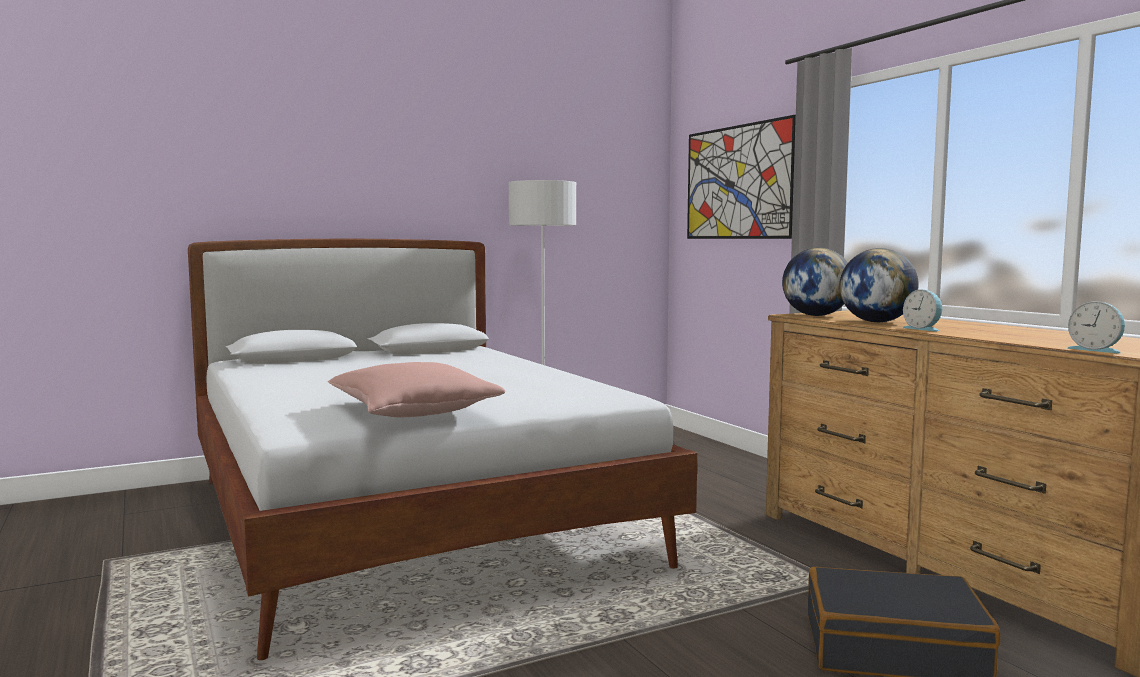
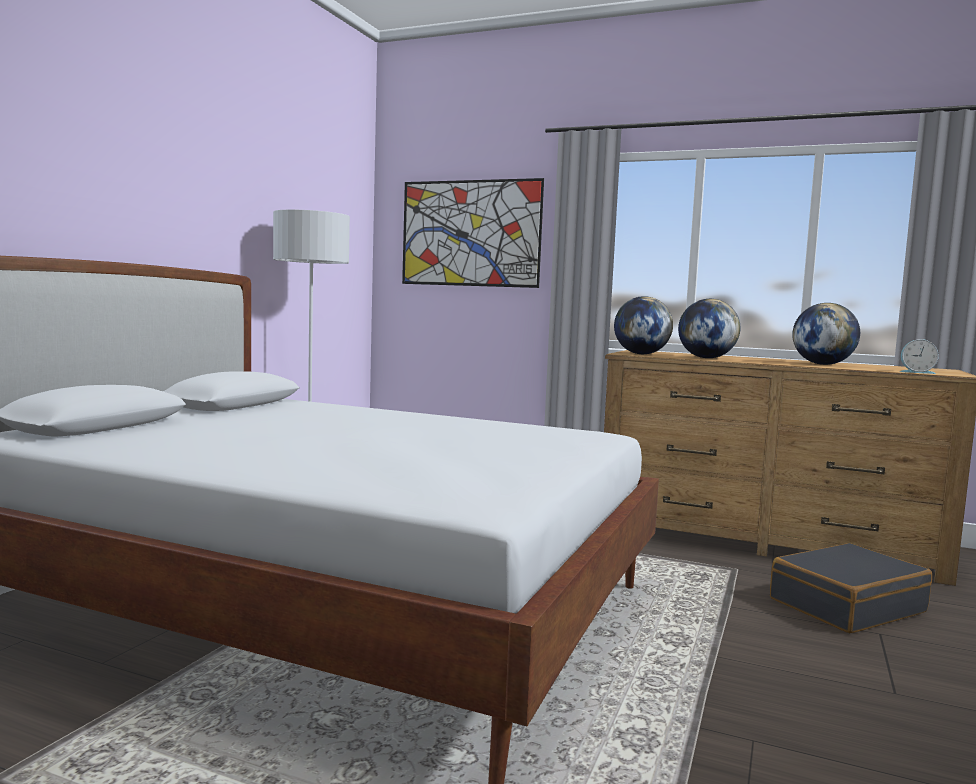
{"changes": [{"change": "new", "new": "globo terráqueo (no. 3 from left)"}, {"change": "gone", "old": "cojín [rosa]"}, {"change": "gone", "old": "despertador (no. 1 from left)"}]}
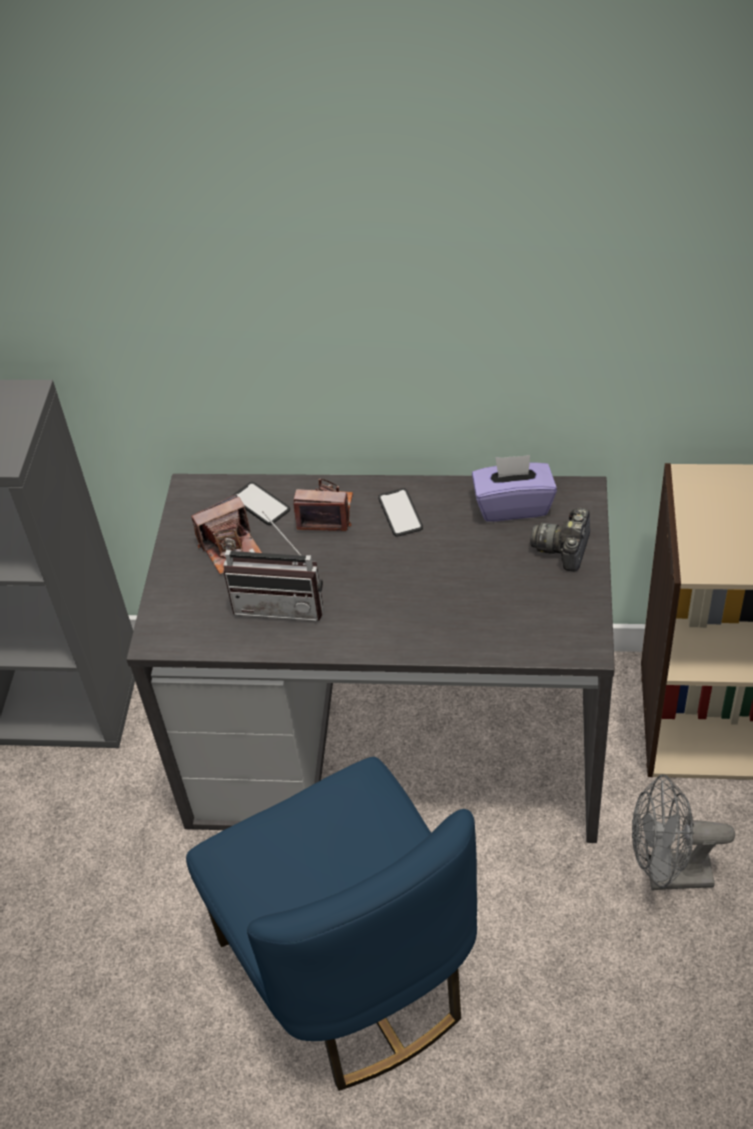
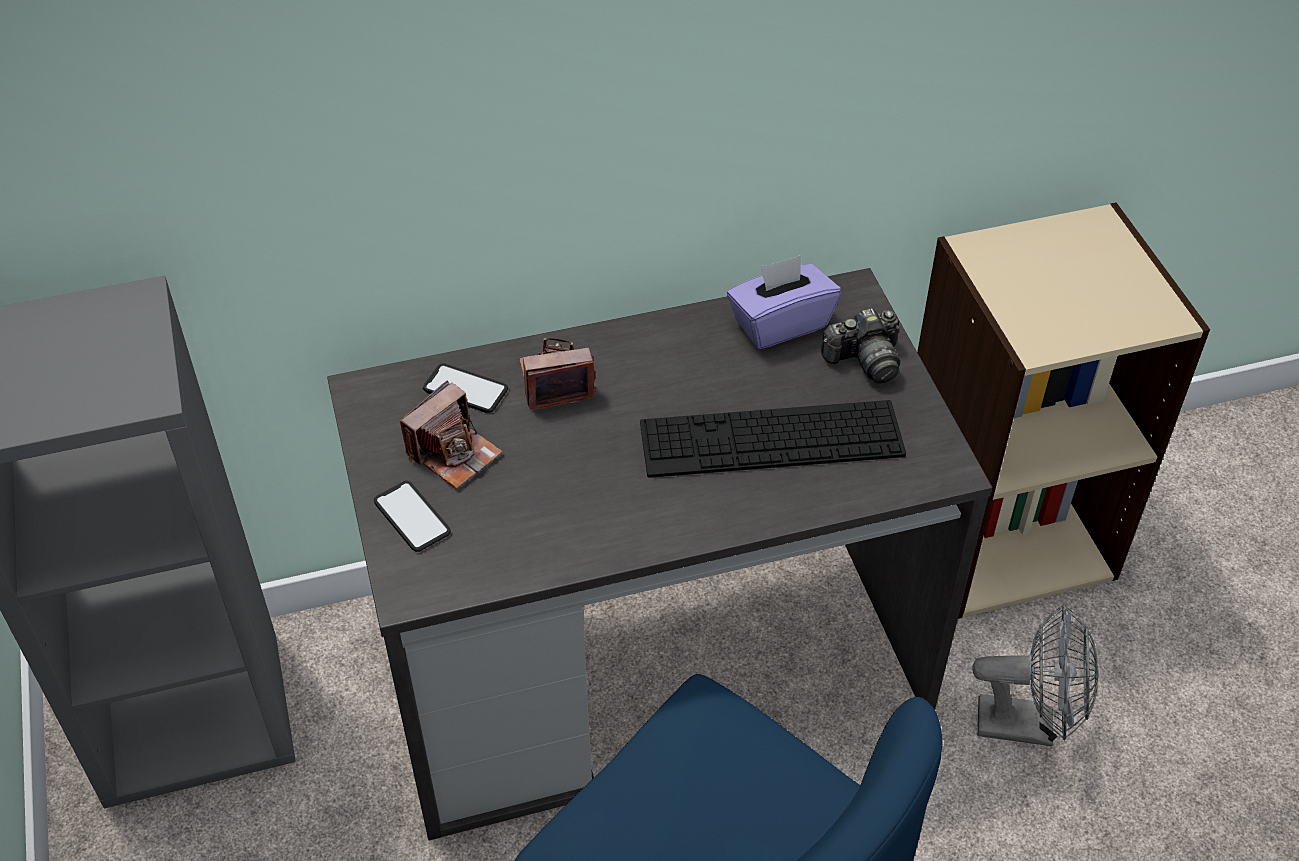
{"changes": [{"change": "shifted", "old": "móvil (no. 2 from left in the first image)", "new": "móvil (no. 1 from left)"}, {"change": "new", "new": "teclado"}, {"change": "rotated", "old": "cámara (no. 3 from left)", "degrees": -105}, {"change": "rotated", "old": "ventilador [gris]", "degrees": -150}, {"change": "gone", "old": "radio"}]}
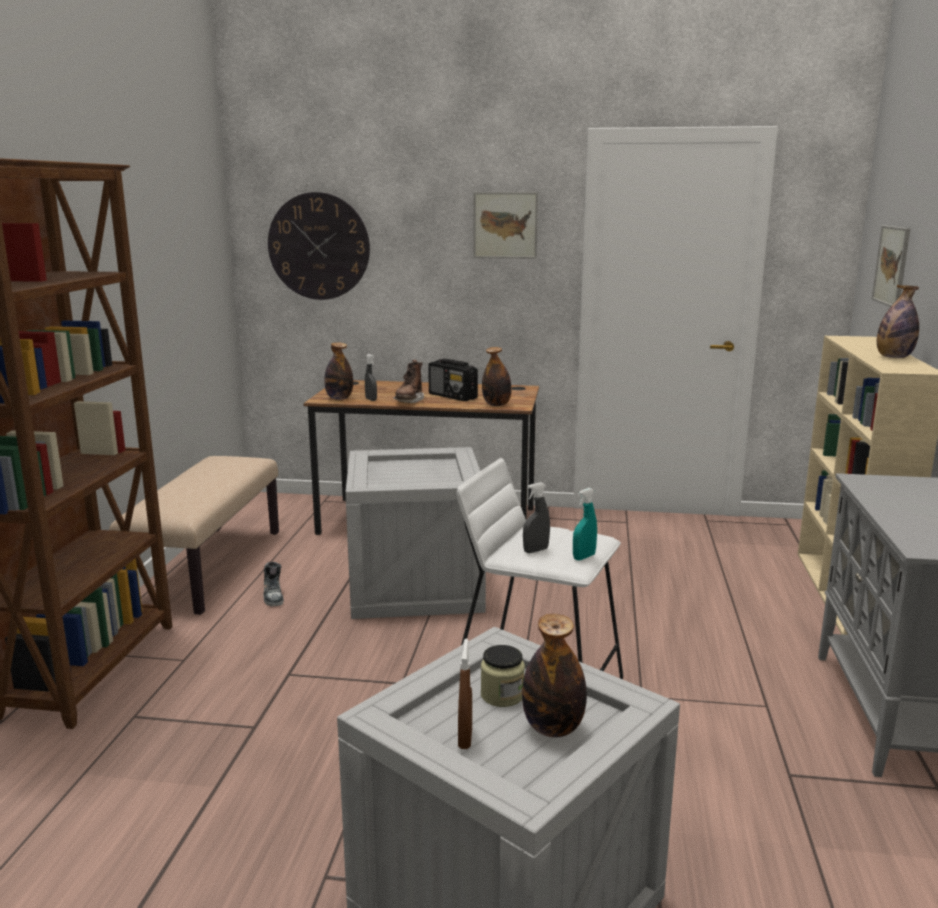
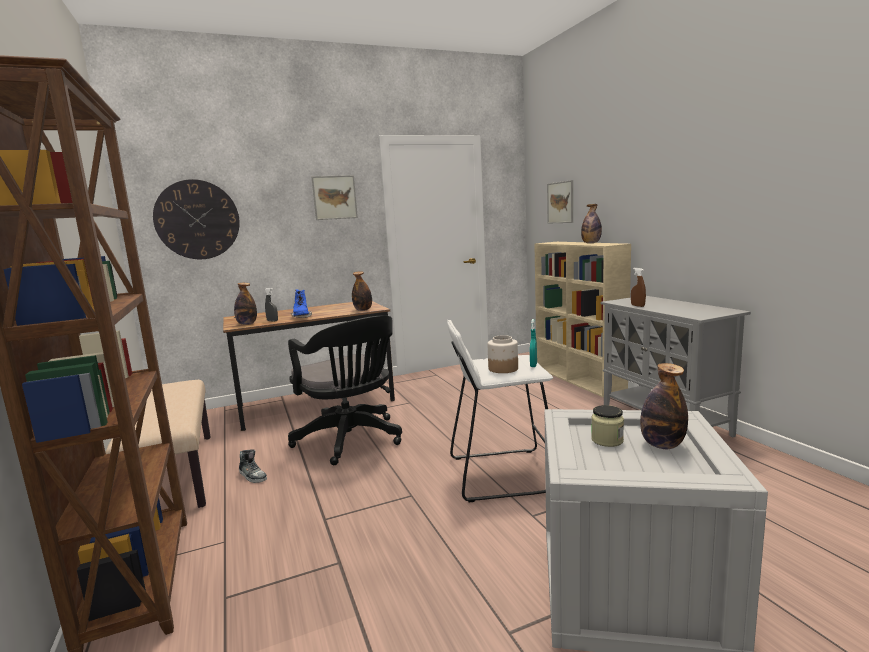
{"changes": [{"change": "swapped", "old": "caja de embalaje (no. 1 from left)", "new": "silla de oficina [negro]"}, {"change": "repainted", "old": "bota [marrón]", "new": "bota [azul]"}, {"change": "swapped", "old": "pulverizador [gris] (no. 2 from left)", "new": "tarro (no. 1 from left)"}, {"change": "shifted", "old": "pulverizador [marrón]"}, {"change": "gone", "old": "radio"}]}
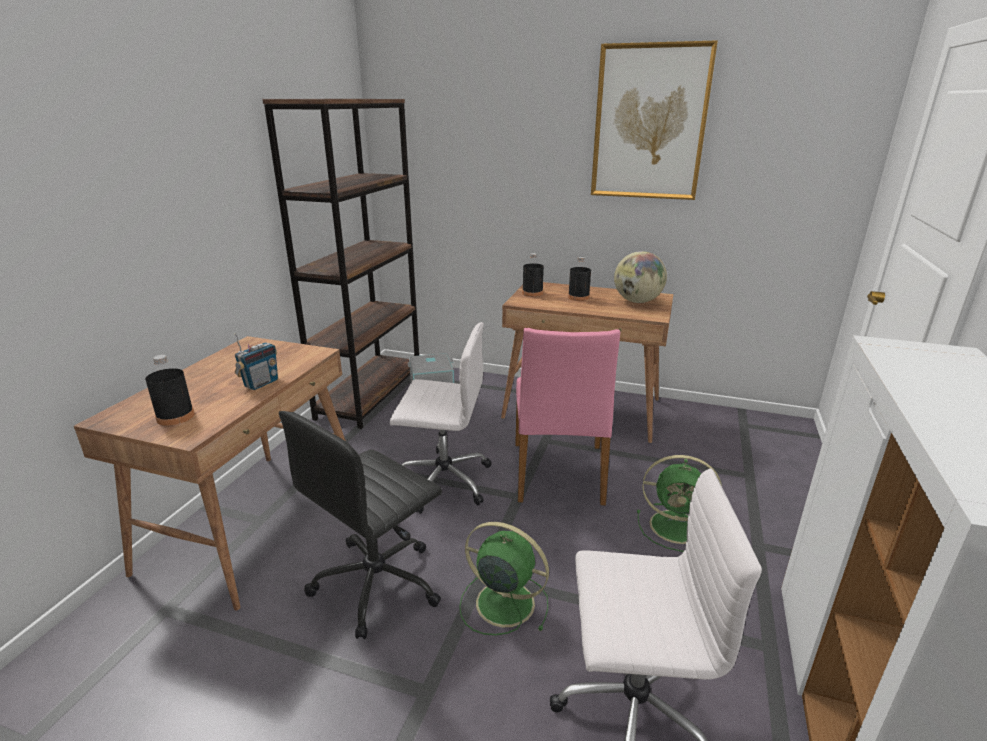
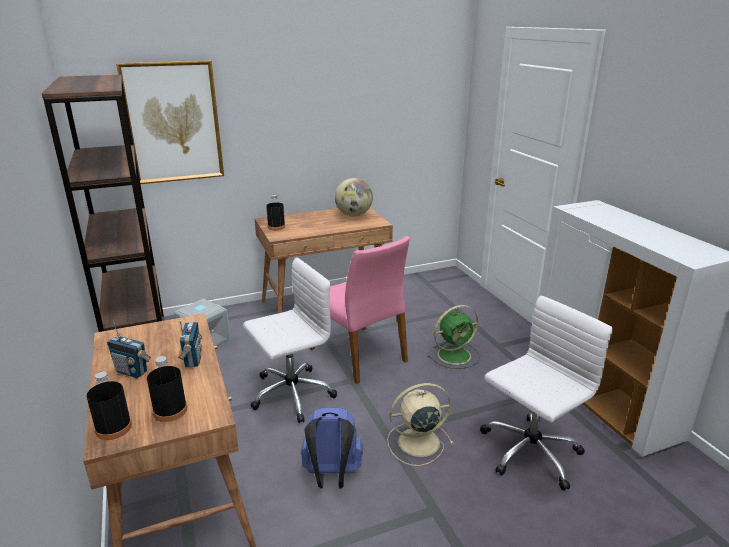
{"changes": [{"change": "shifted", "old": "botella [negro] (no. 3 from left in the first image)", "new": "botella [negro] (no. 1 from left)"}, {"change": "new", "new": "radio (no. 1 from left)"}, {"change": "shifted", "old": "cuadro"}, {"change": "swapped", "old": "silla de oficina [negro]", "new": "mochila [azul]"}, {"change": "repainted", "old": "ventilador [verde] (no. 1 from left)", "new": "ventilador [beis]"}]}
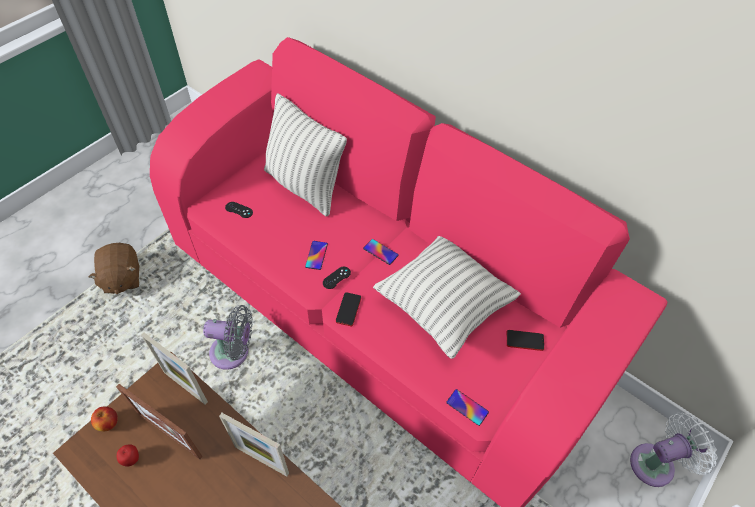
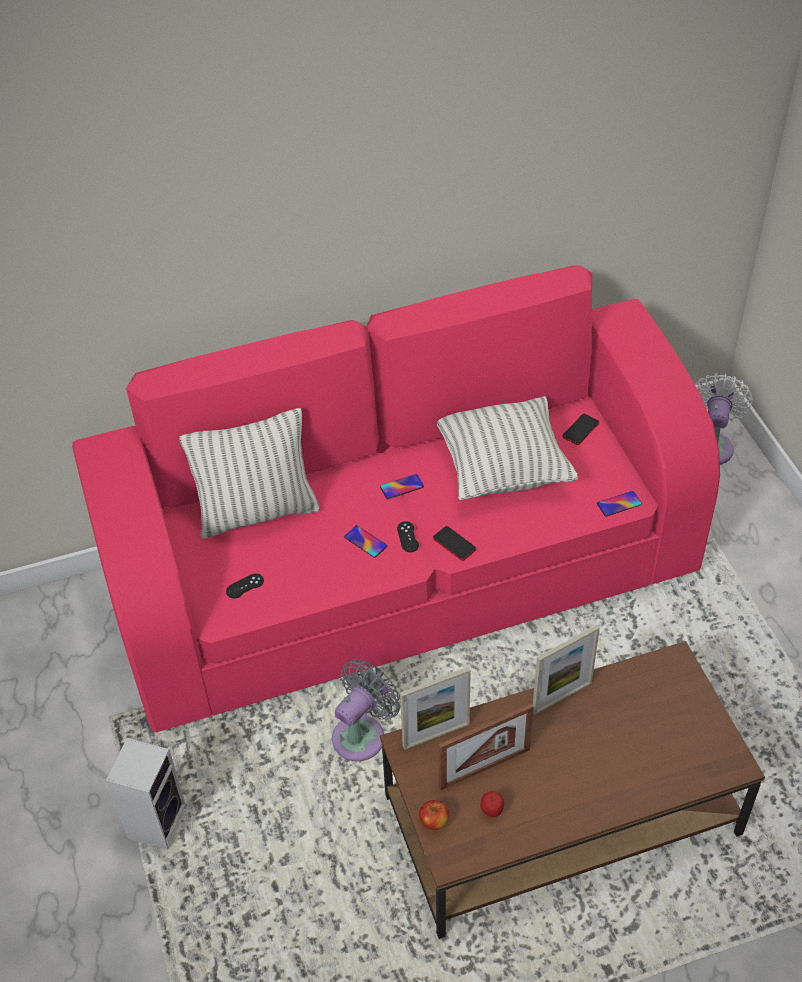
{"changes": [{"change": "swapped", "old": "peluche [marrón]", "new": "altavoz"}]}
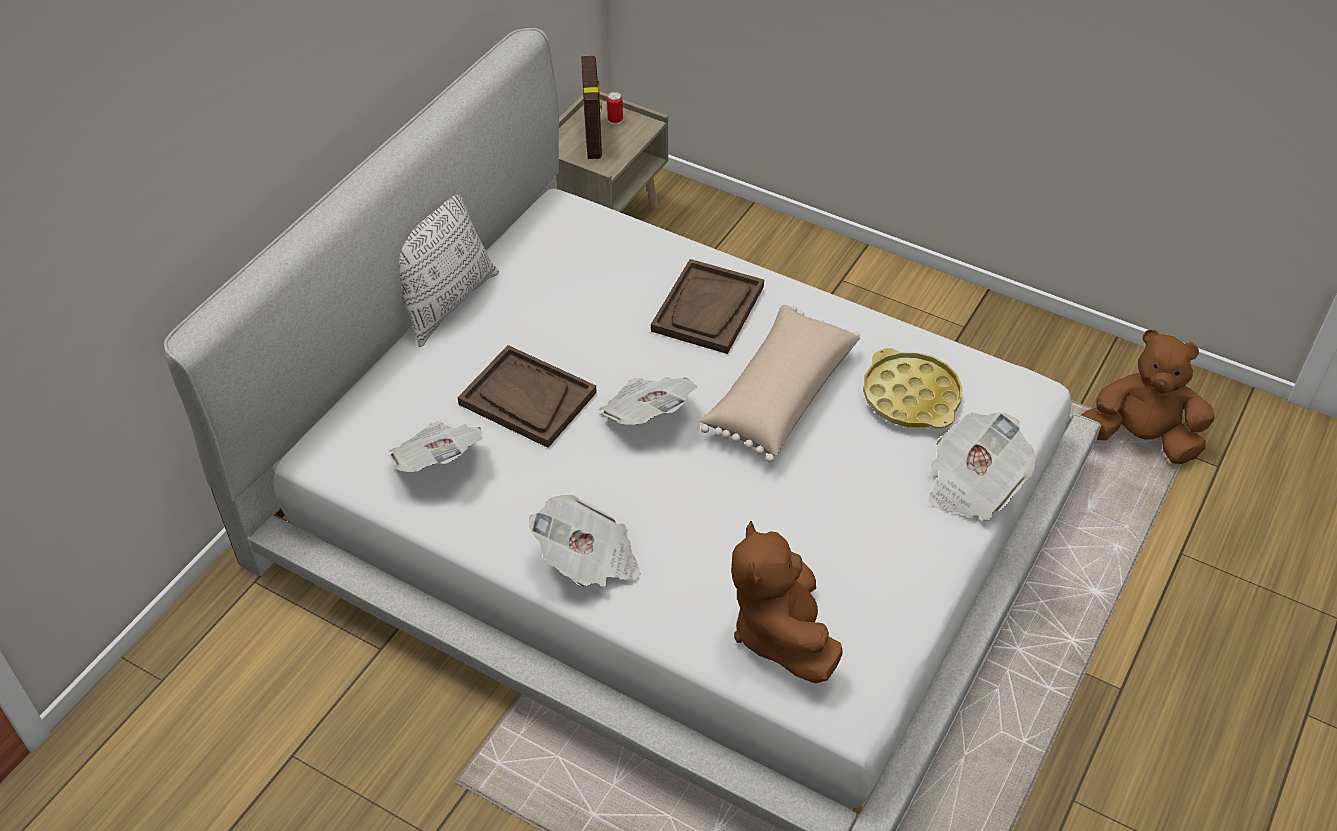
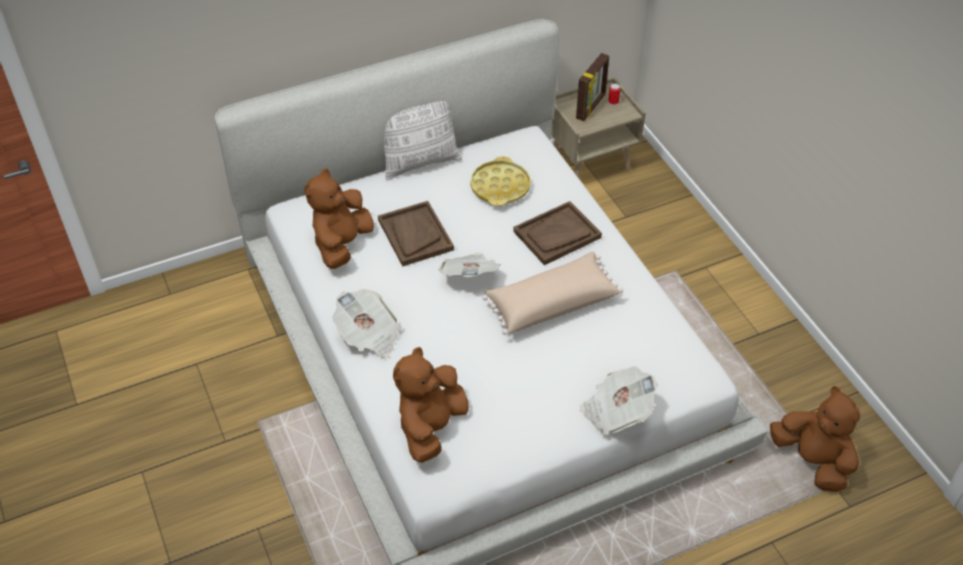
{"changes": [{"change": "swapped", "old": "periódico (no. 1 from left)", "new": "peluche [marrón] (no. 1 from left)"}, {"change": "shifted", "old": "bandeja [amarillo]"}]}
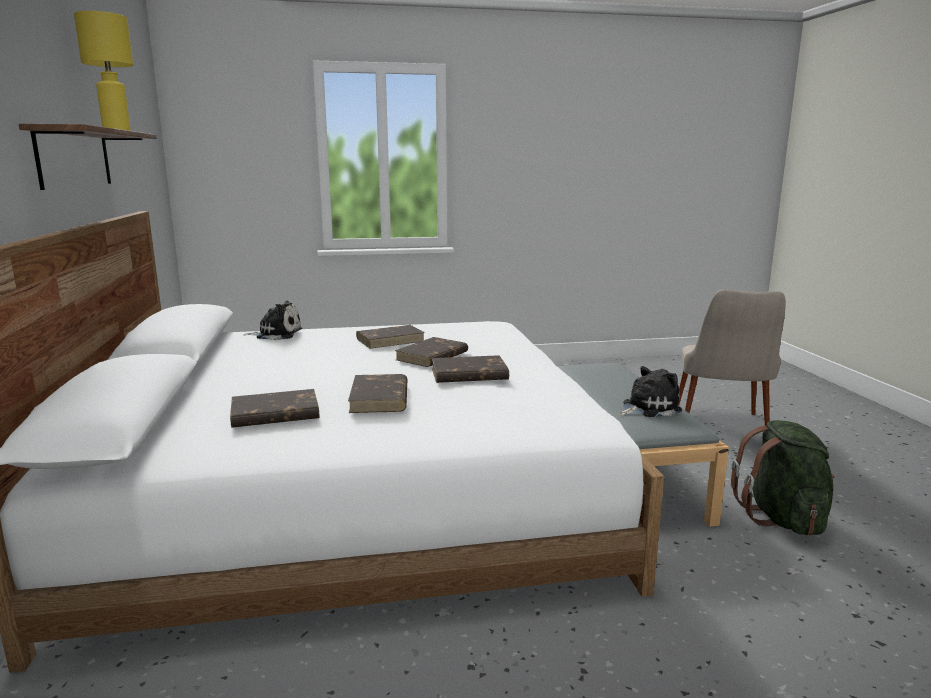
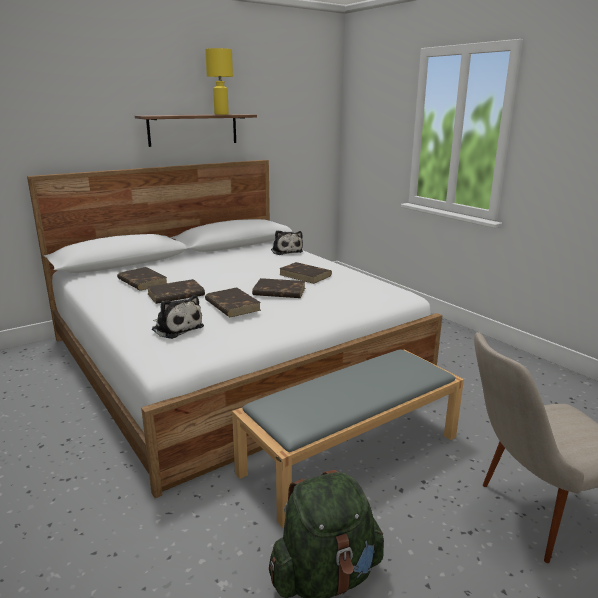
{"changes": [{"change": "shifted", "old": "peluche (no. 2 from left in the first image)", "new": "peluche (no. 1 from left)"}]}
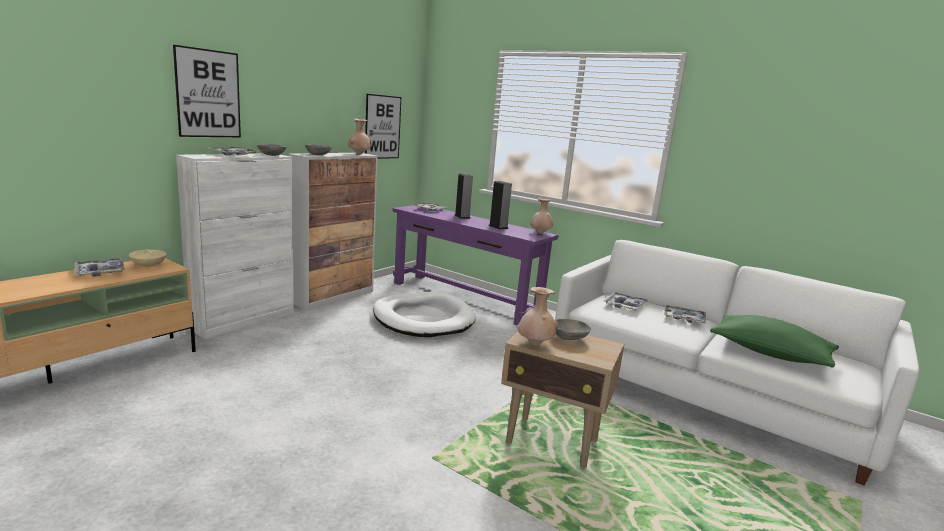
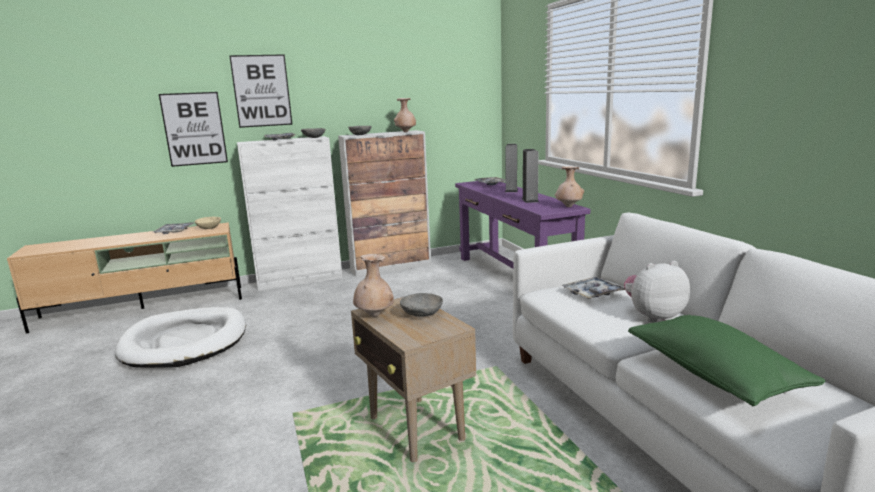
{"changes": [{"change": "shifted", "old": "cama para perro [blanco]"}, {"change": "shifted", "old": "cuadro (no. 2 from left in the first image)", "new": "cuadro (no. 1 from left)"}, {"change": "swapped", "old": "bandeja (no. 5 from left)", "new": "peluche"}]}
